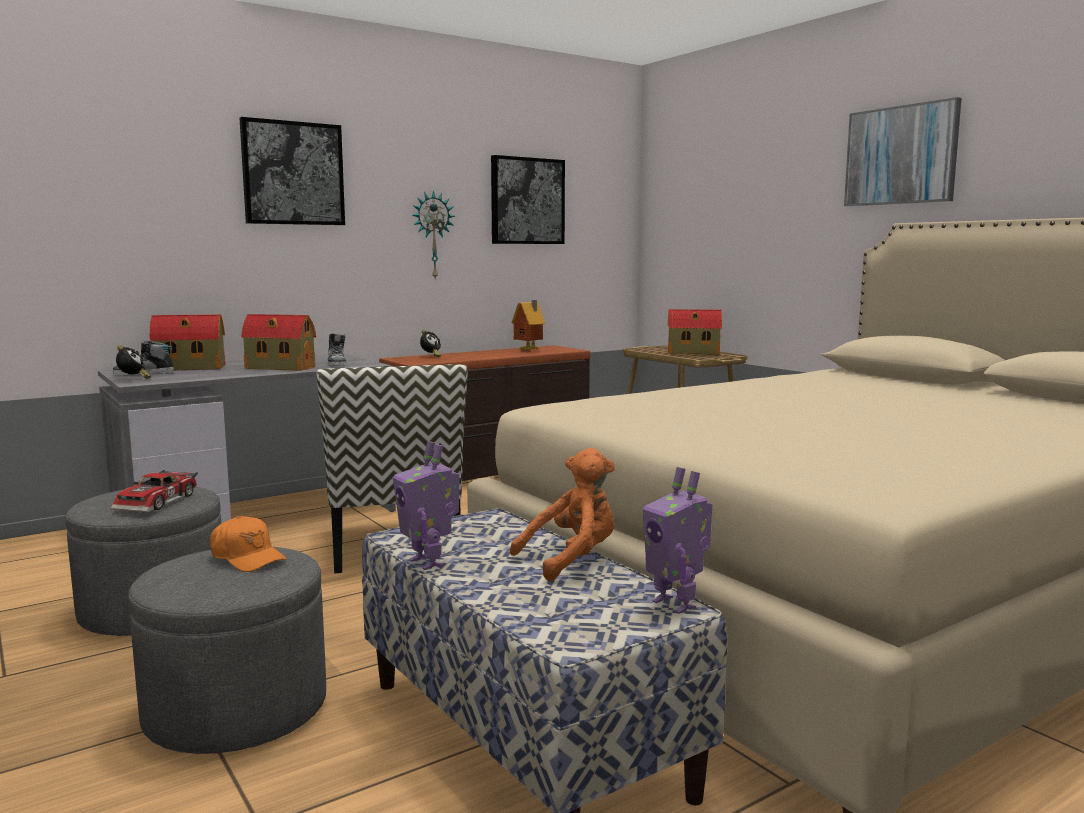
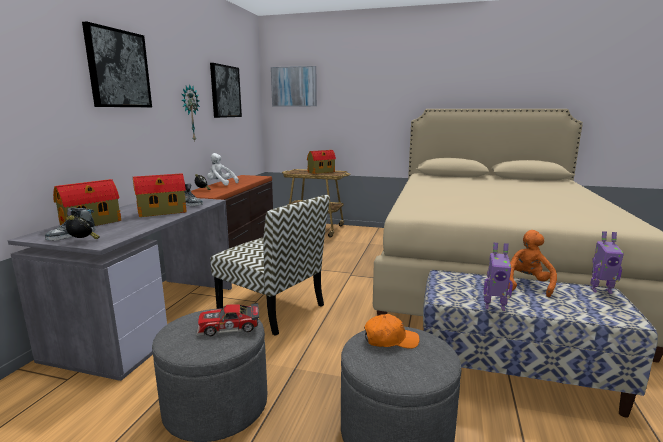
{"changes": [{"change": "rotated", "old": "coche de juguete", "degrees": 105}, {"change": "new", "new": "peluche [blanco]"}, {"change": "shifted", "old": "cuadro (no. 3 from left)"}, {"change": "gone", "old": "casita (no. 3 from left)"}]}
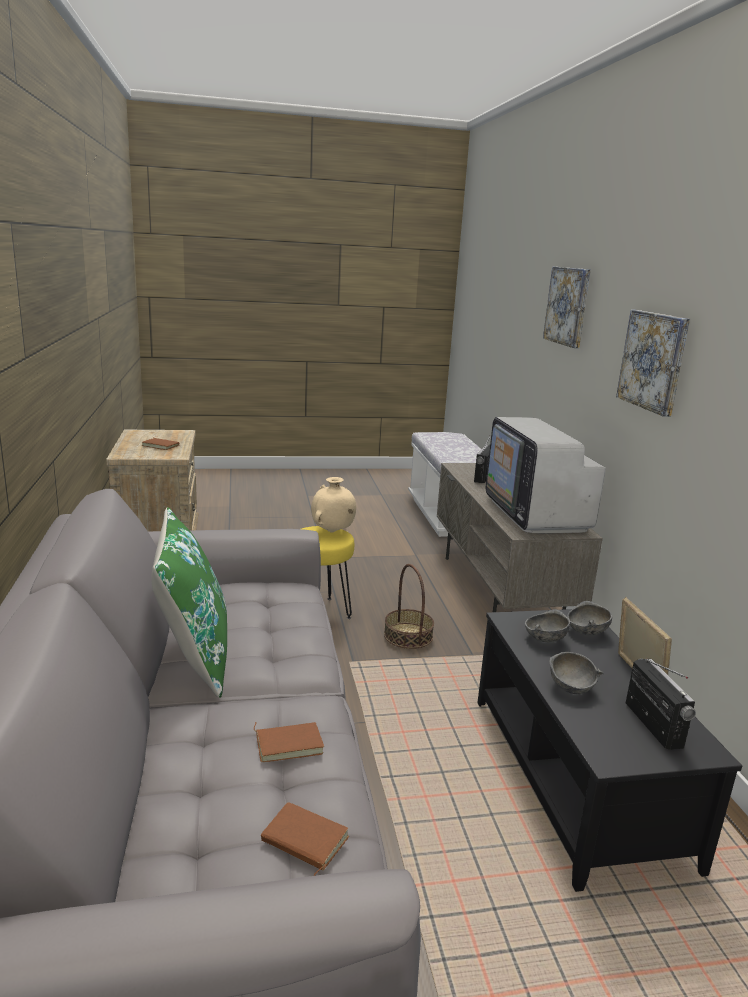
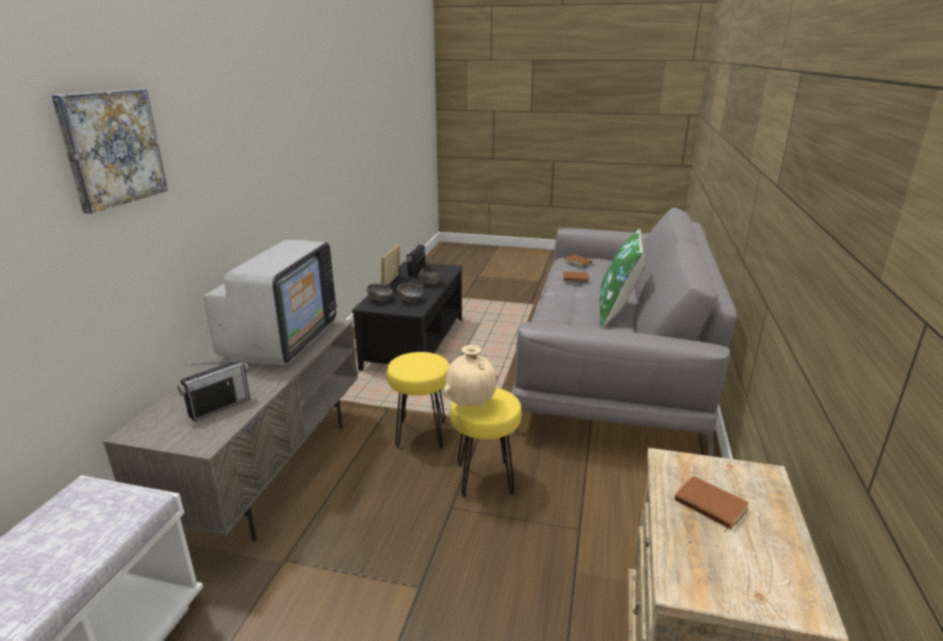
{"changes": [{"change": "swapped", "old": "cesta", "new": "taburete [amarillo] (no. 1 from left)"}, {"change": "gone", "old": "cuadro (no. 2 from left)"}]}
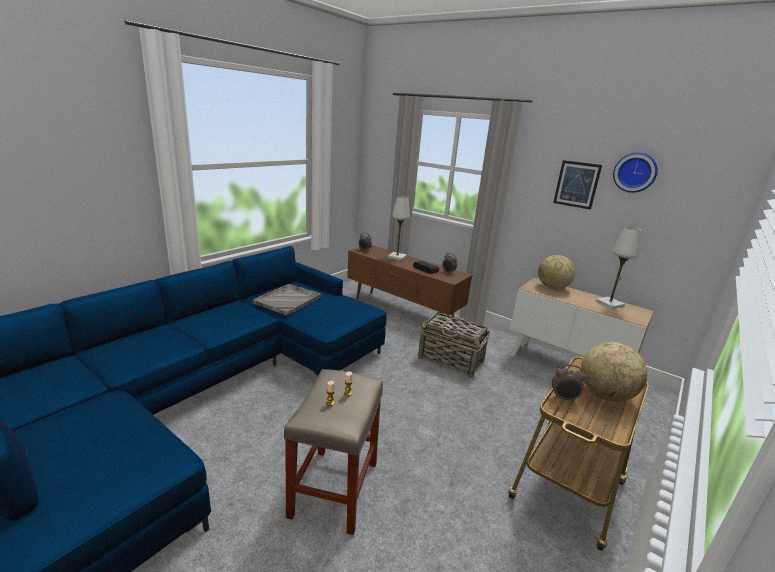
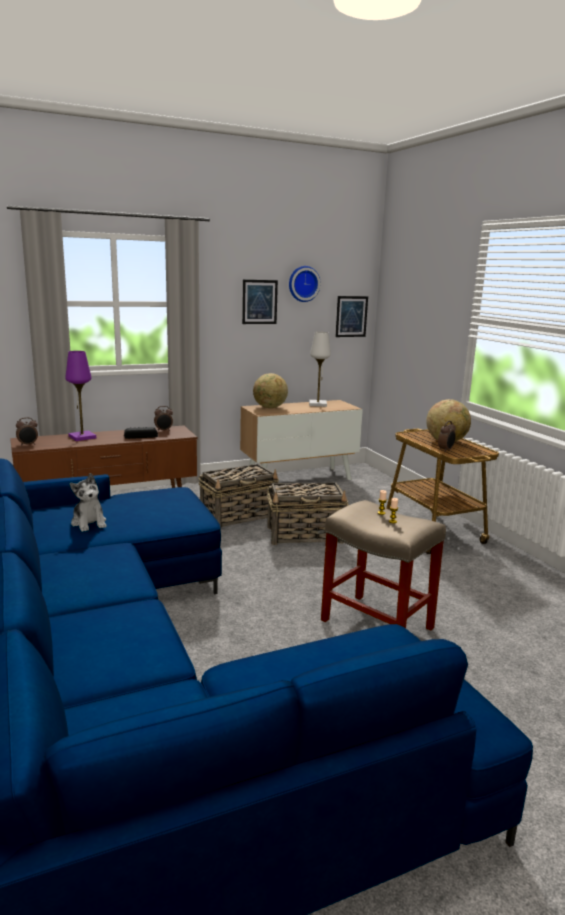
{"changes": [{"change": "repainted", "old": "lámpara de mesa [blanco] (no. 1 from left)", "new": "lámpara de mesa [morado]"}, {"change": "swapped", "old": "bandeja [gris]", "new": "peluche"}, {"change": "new", "new": "cesta (no. 2 from left)"}, {"change": "new", "new": "cuadro (no. 2 from left)"}]}
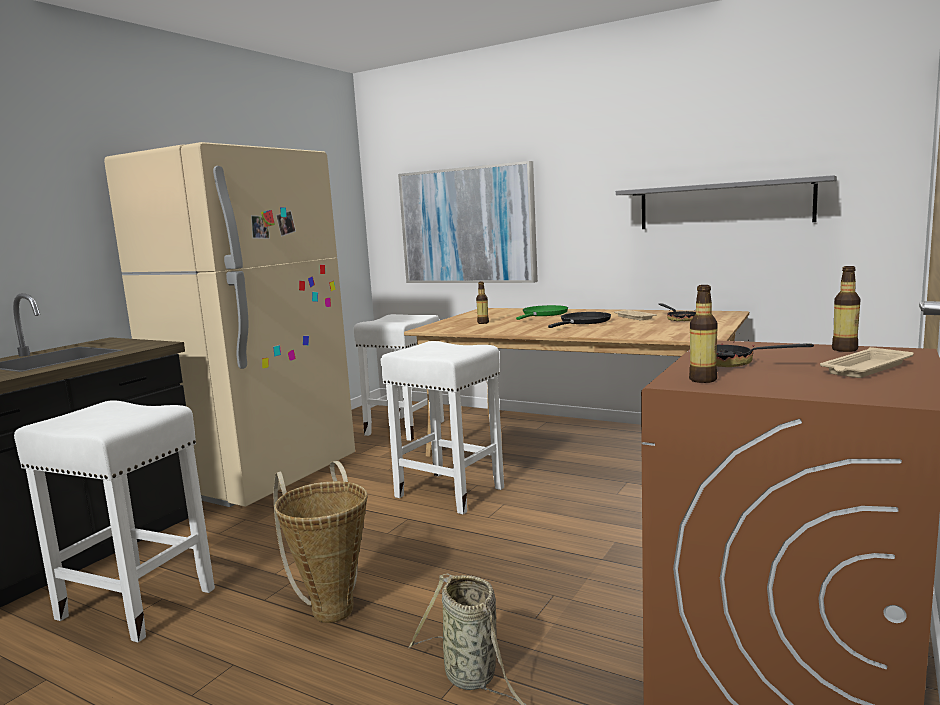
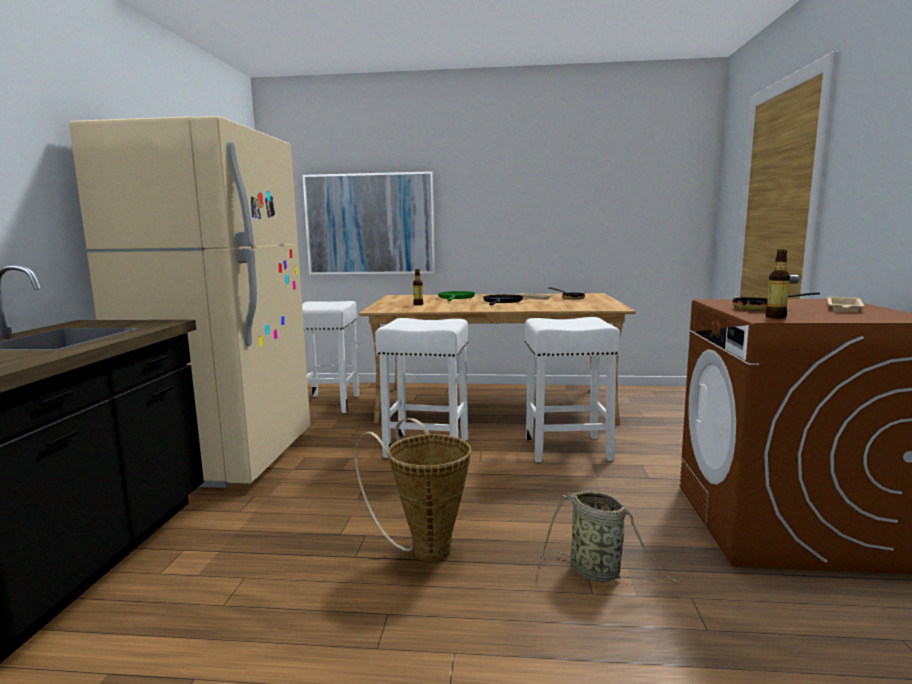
{"changes": [{"change": "shifted", "old": "taburete [blanco] (no. 1 from left in the first image)", "new": "taburete [blanco] (no. 3 from left)"}, {"change": "gone", "old": "estante [gris]"}, {"change": "gone", "old": "botella (no. 3 from left)"}]}
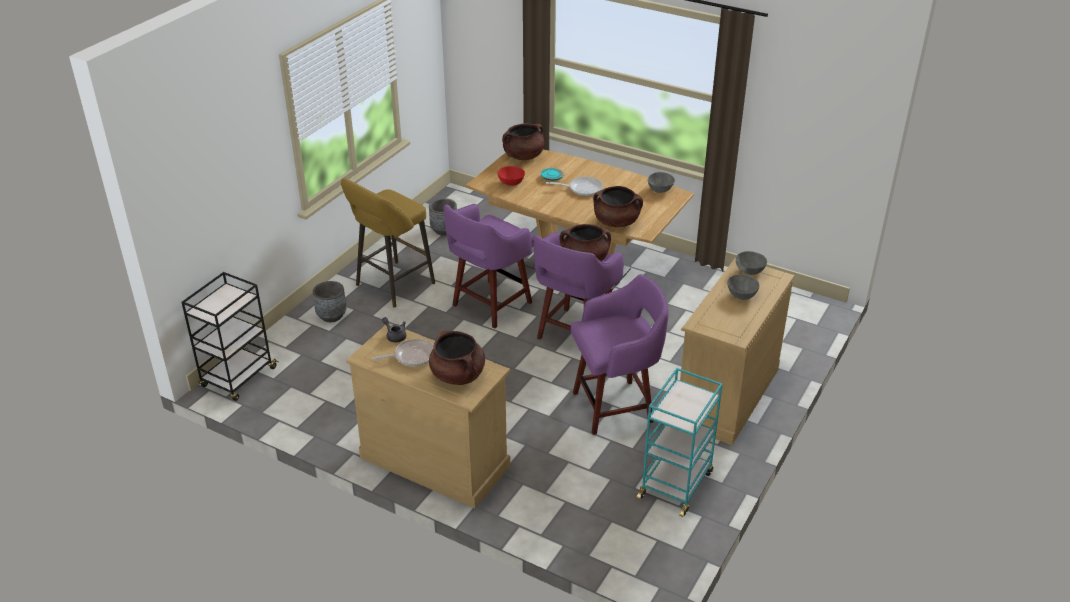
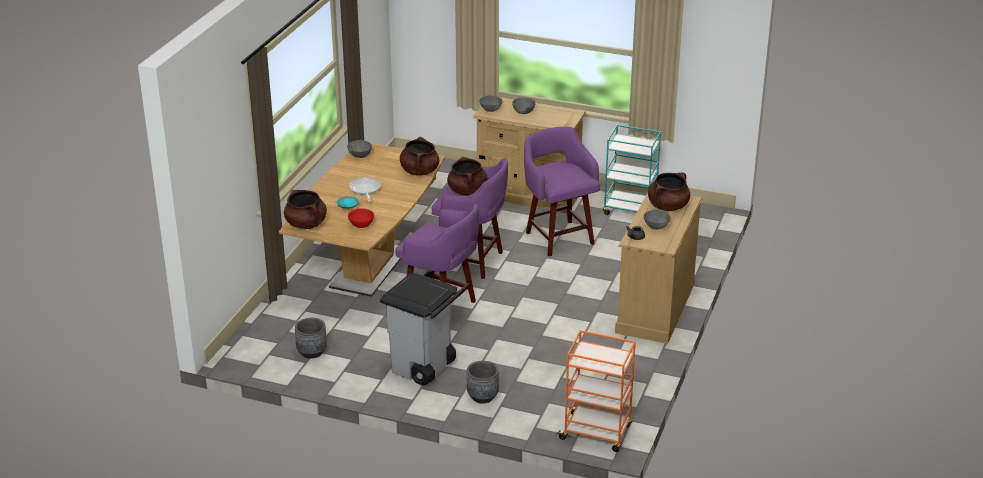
{"changes": [{"change": "swapped", "old": "taburete [amarillo]", "new": "papelera [gris]"}, {"change": "repainted", "old": "carrito [negro]", "new": "carrito [naranja]"}, {"change": "swapped", "old": "sartén (no. 1 from left)", "new": "cuenco [gris] (no. 4 from left)"}]}
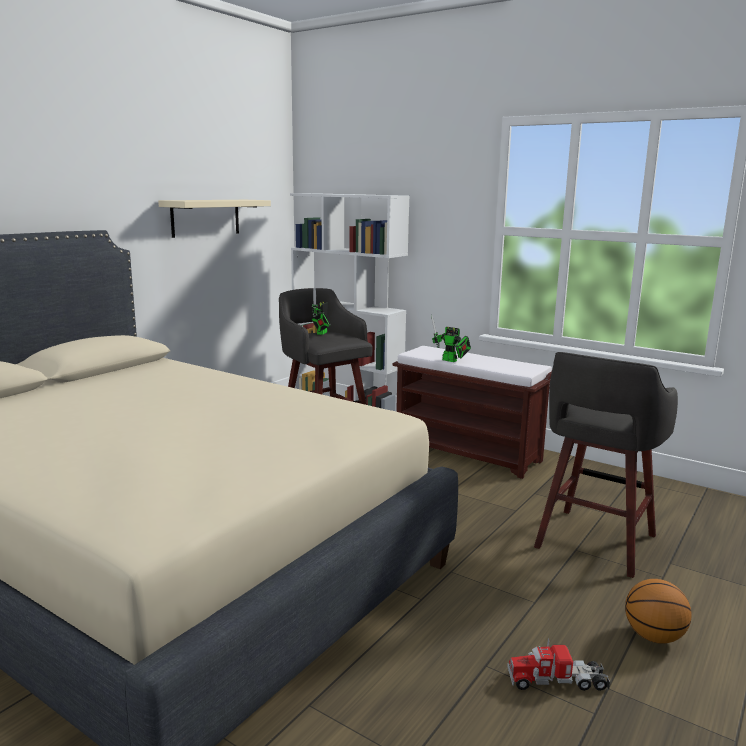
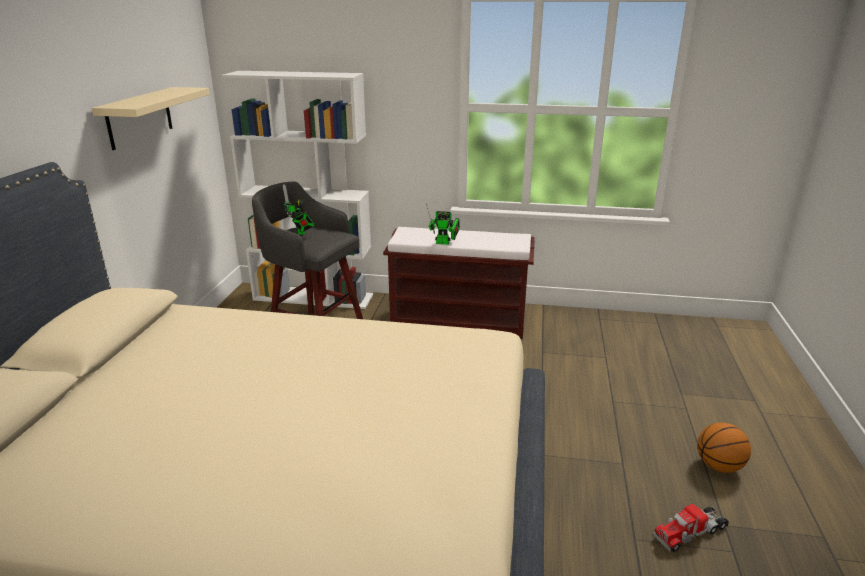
{"changes": [{"change": "gone", "old": "taburete [gris] (no. 2 from left)"}]}
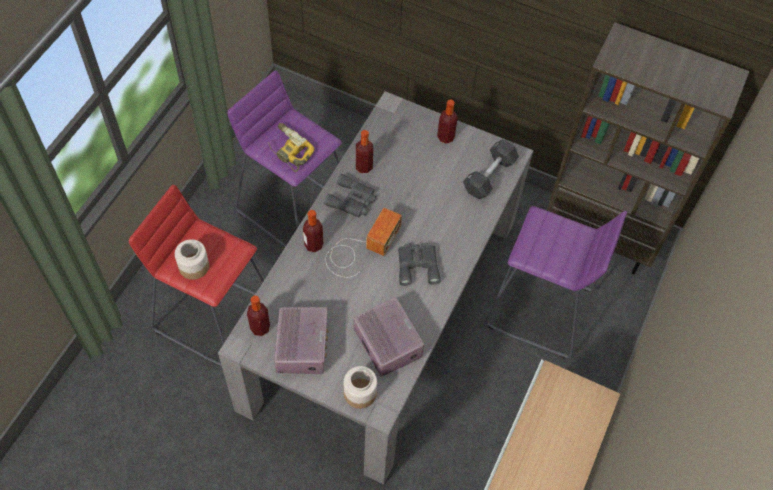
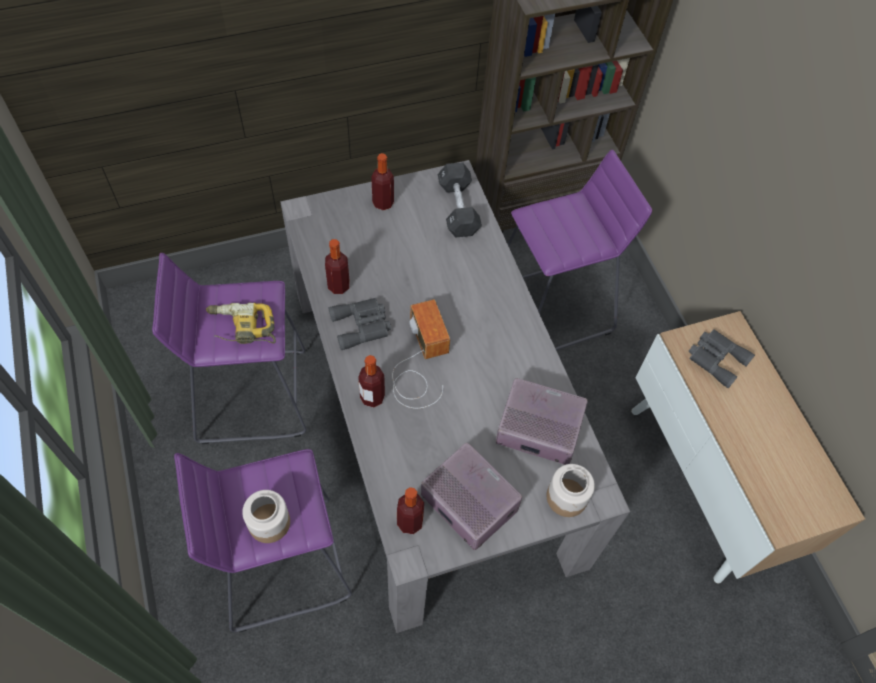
{"changes": [{"change": "repainted", "old": "taburete [rojo]", "new": "taburete [morado] (no. 2 from left)"}, {"change": "shifted", "old": "prismáticos [gris] (no. 2 from left)"}]}
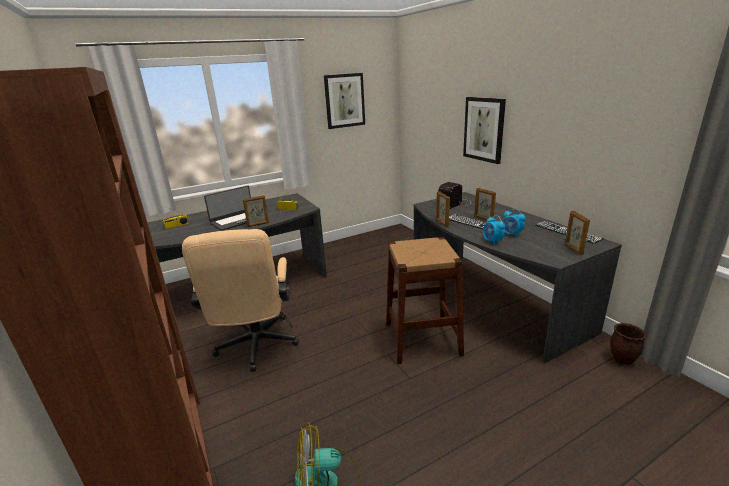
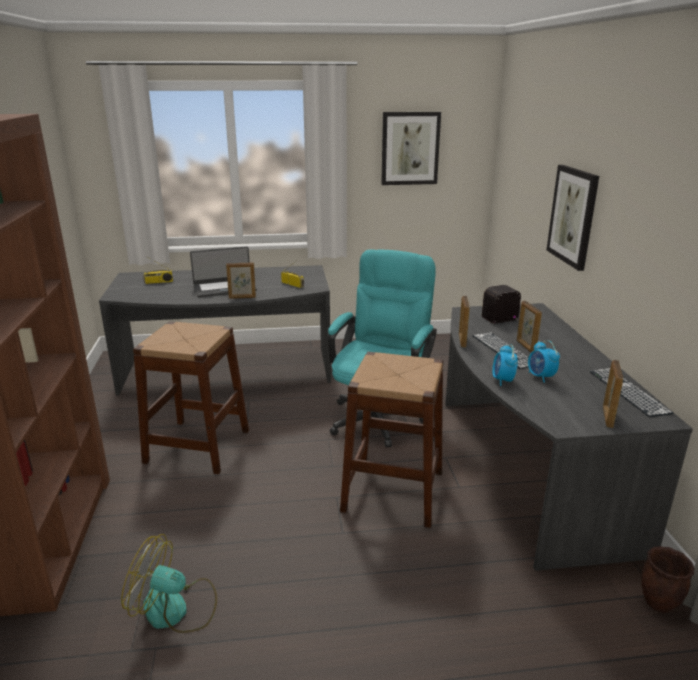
{"changes": [{"change": "swapped", "old": "silla de oficina [beis]", "new": "taburete [marrón] (no. 1 from left)"}, {"change": "new", "new": "silla de oficina [turquesa]"}]}
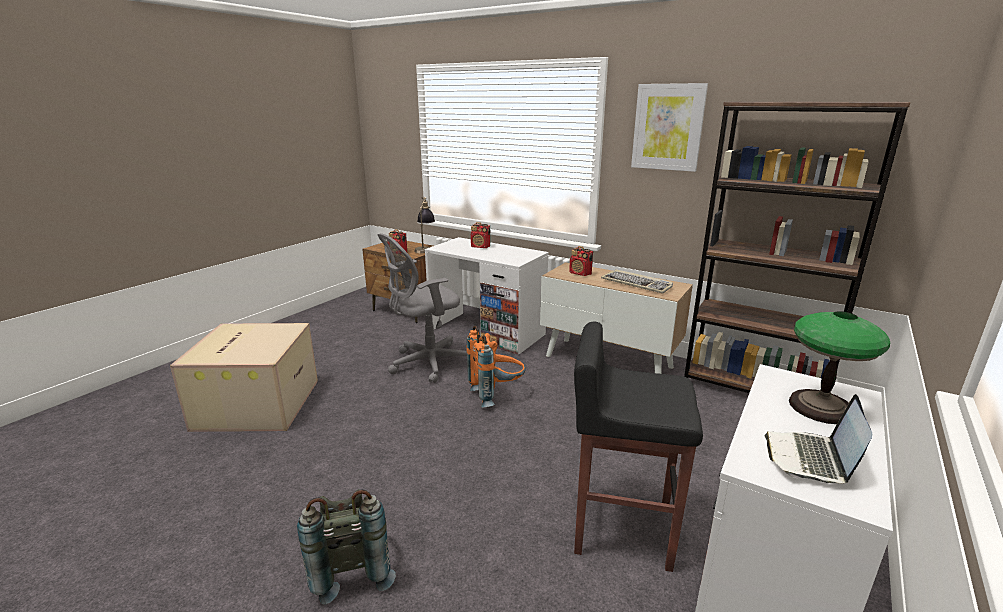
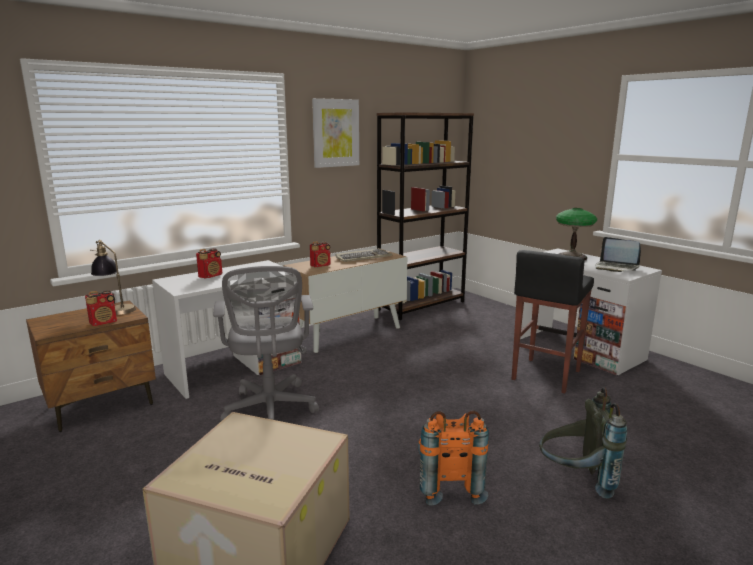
{"changes": [{"change": "shifted", "old": "mochila [naranja]"}]}
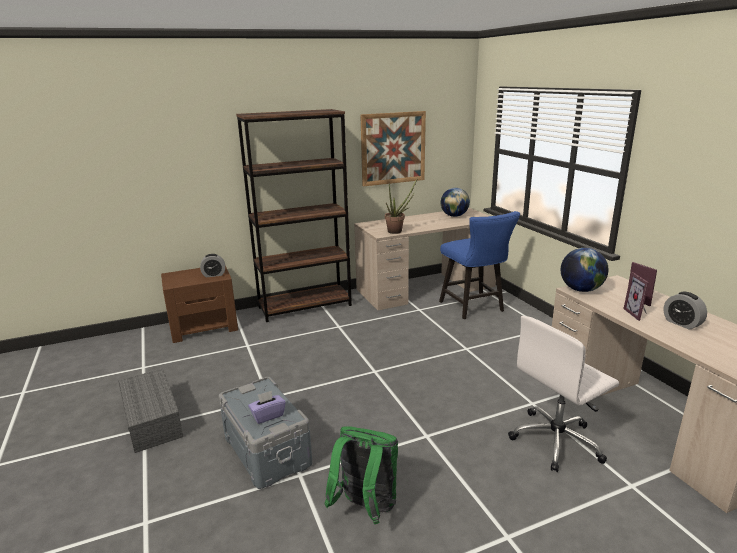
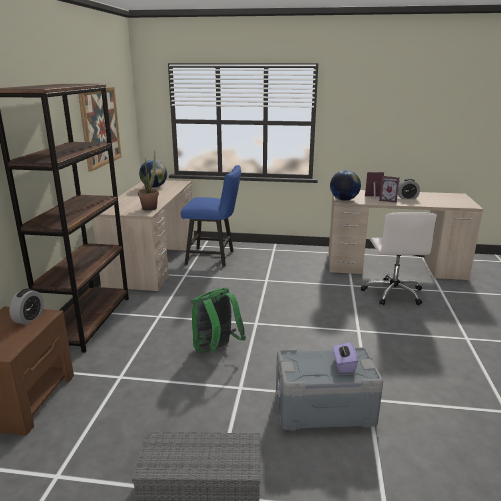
{"changes": [{"change": "shifted", "old": "mochila [verde]"}]}
